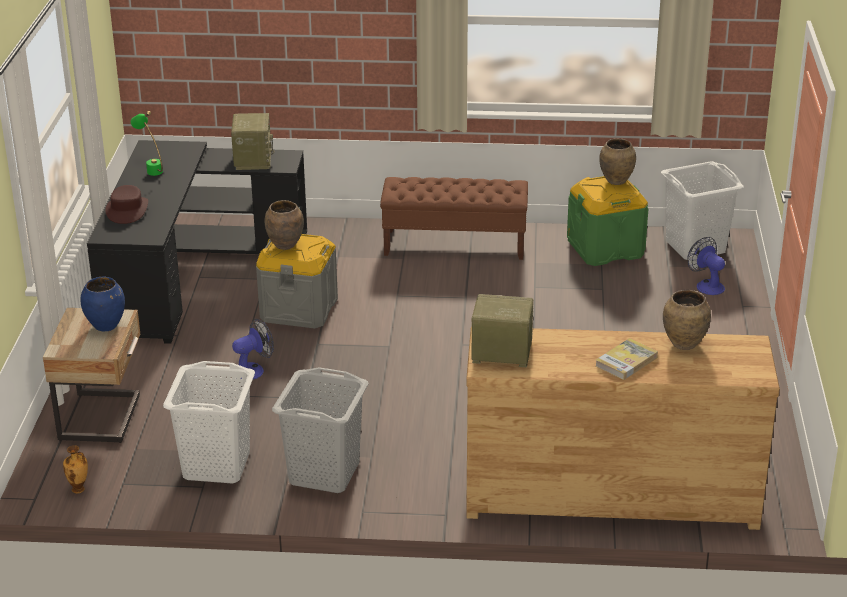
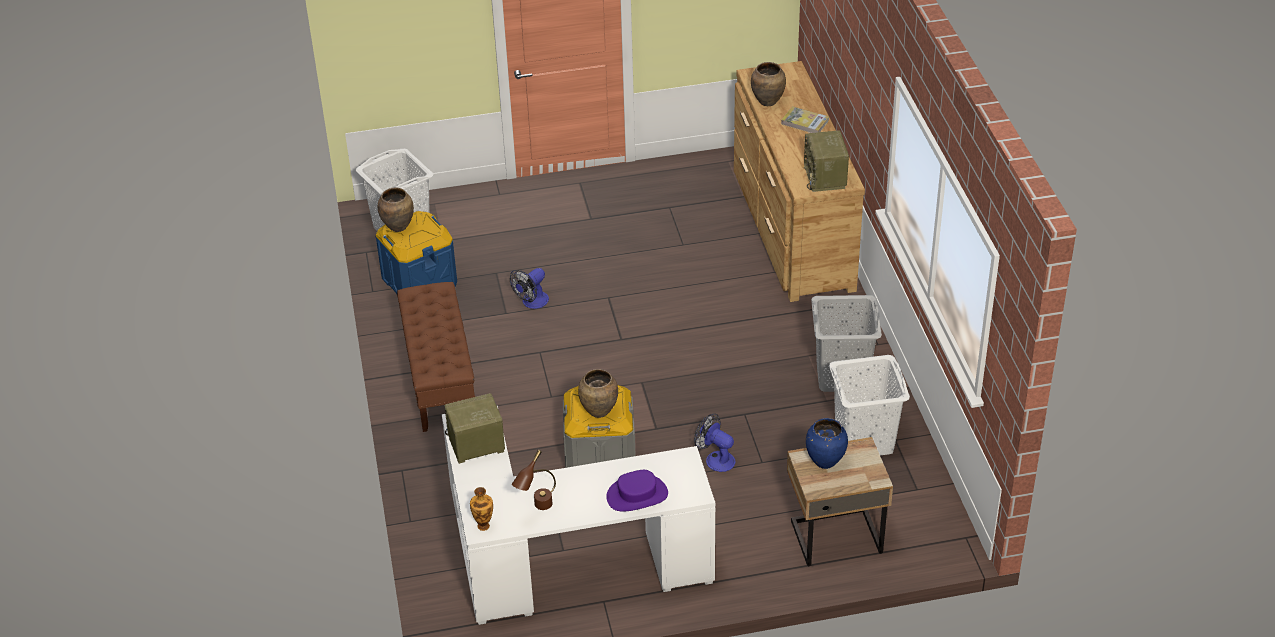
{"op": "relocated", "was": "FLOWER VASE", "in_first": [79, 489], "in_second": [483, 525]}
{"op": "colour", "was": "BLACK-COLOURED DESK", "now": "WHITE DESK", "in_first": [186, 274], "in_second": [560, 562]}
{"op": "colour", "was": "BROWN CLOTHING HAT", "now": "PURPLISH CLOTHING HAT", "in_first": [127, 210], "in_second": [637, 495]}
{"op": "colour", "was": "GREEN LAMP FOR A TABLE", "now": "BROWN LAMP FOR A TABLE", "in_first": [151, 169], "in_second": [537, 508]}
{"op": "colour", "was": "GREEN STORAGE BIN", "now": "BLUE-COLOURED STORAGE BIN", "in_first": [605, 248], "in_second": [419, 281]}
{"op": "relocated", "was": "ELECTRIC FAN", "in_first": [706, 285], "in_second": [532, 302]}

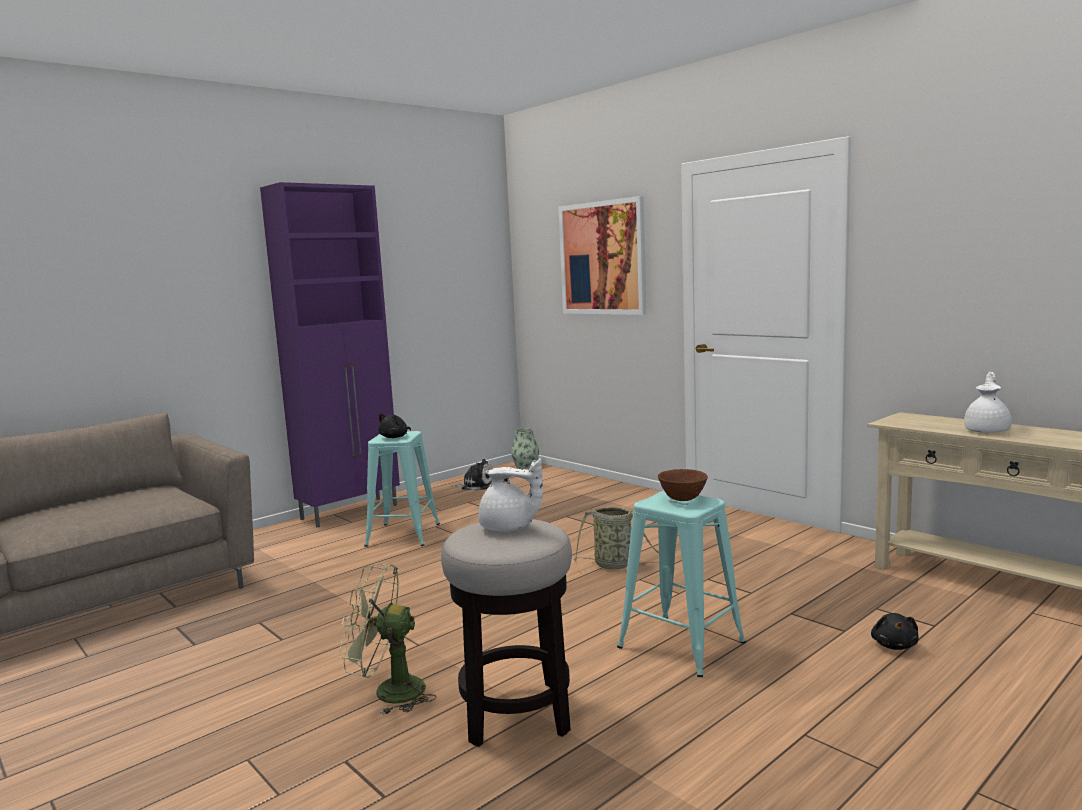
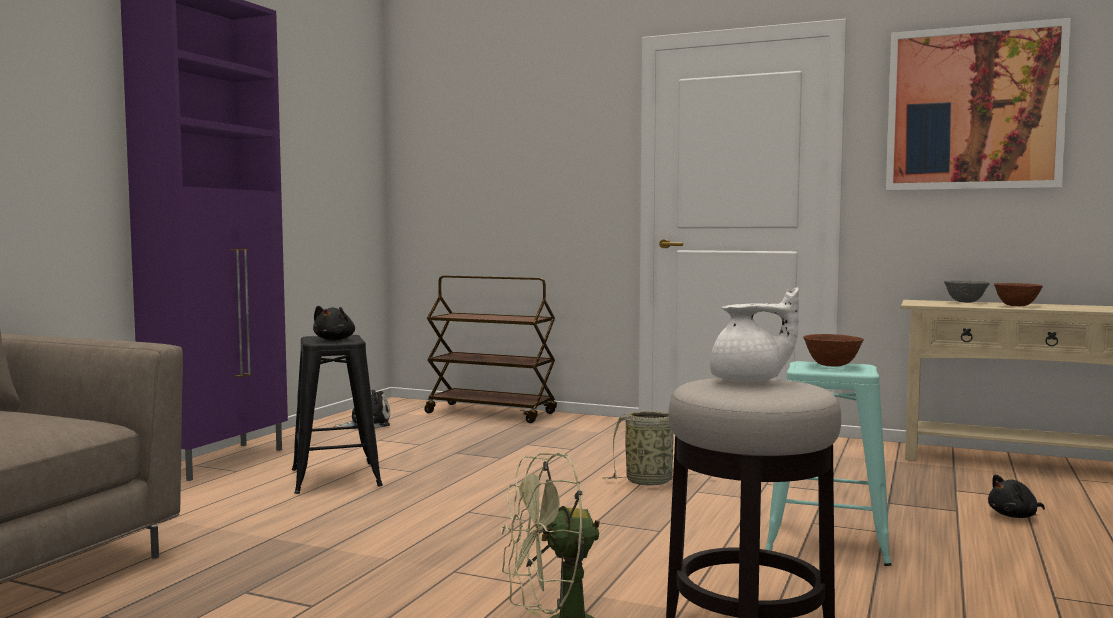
{"op": "colour", "was": "TURQUOISE SITTING STOOL", "now": "BLACK-COLOURED SITTING STOOL", "in_first": [403, 535], "in_second": [335, 477]}
{"op": "missing", "was": "FLOWER VASE", "in_first": [526, 467]}
{"op": "relocated", "was": "PICTURE", "in_first": [602, 258], "in_second": [973, 108]}
{"op": "spun", "was": "BLACK-COLOURED PLUSH TOY", "in_first": [894, 645], "in_second": [1015, 516], "clockwise": 90}
{"op": "exchanged", "was": "WHITE TEAPOT", "now": "BROWN BOWL", "in_first": [988, 431], "in_second": [1017, 306]}
{"op": "appeared", "now": "BROWN TROLLEY", "in_second": [491, 413]}
{"op": "appeared", "now": "GREY BOWL", "in_second": [966, 302]}

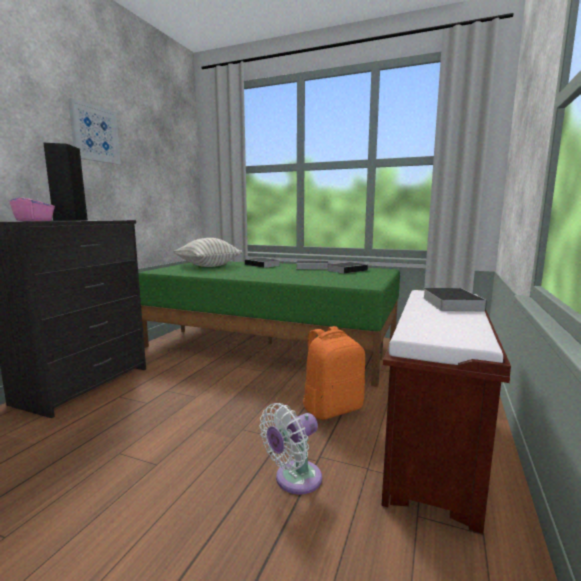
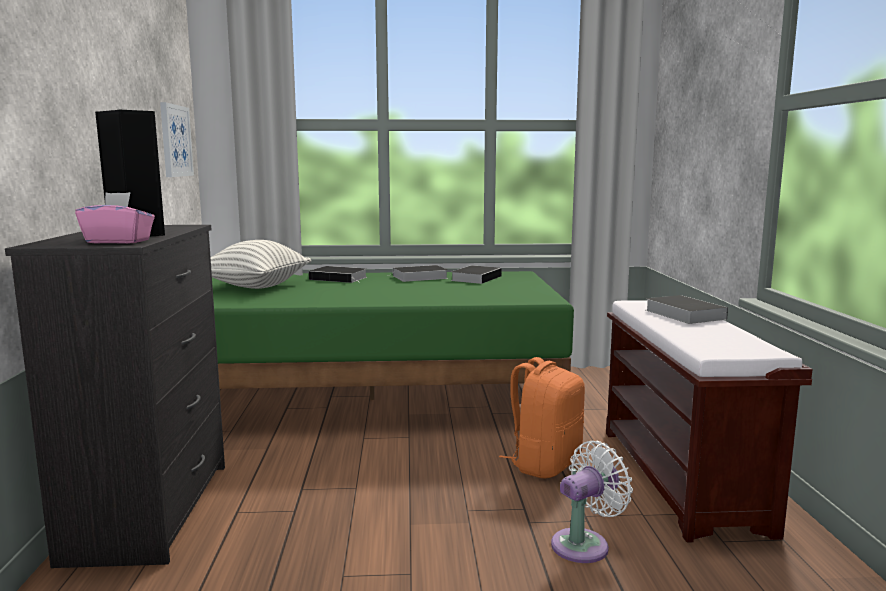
{"op": "relocated", "was": "PICTURE", "in_first": [94, 134], "in_second": [175, 141]}
{"op": "spun", "was": "WHITE ELECTRIC FAN", "in_first": [294, 480], "in_second": [584, 544], "clockwise": -150}

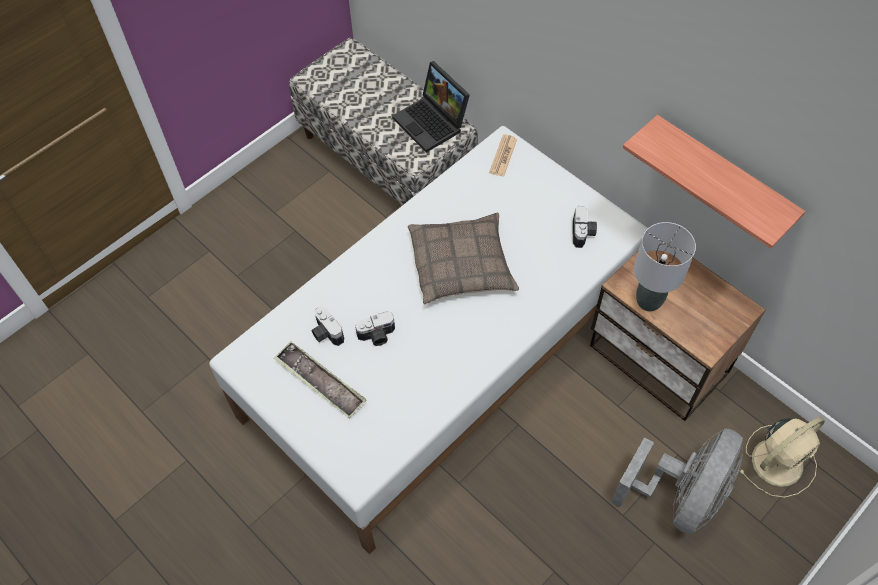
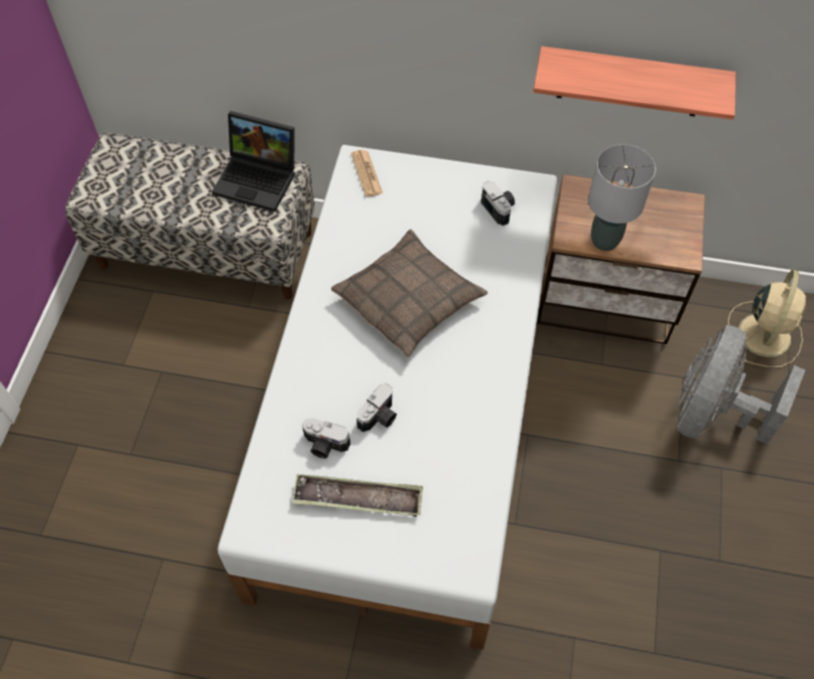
{"op": "spun", "was": "GREY ELECTRIC FAN", "in_first": [680, 495], "in_second": [711, 412], "clockwise": -150}

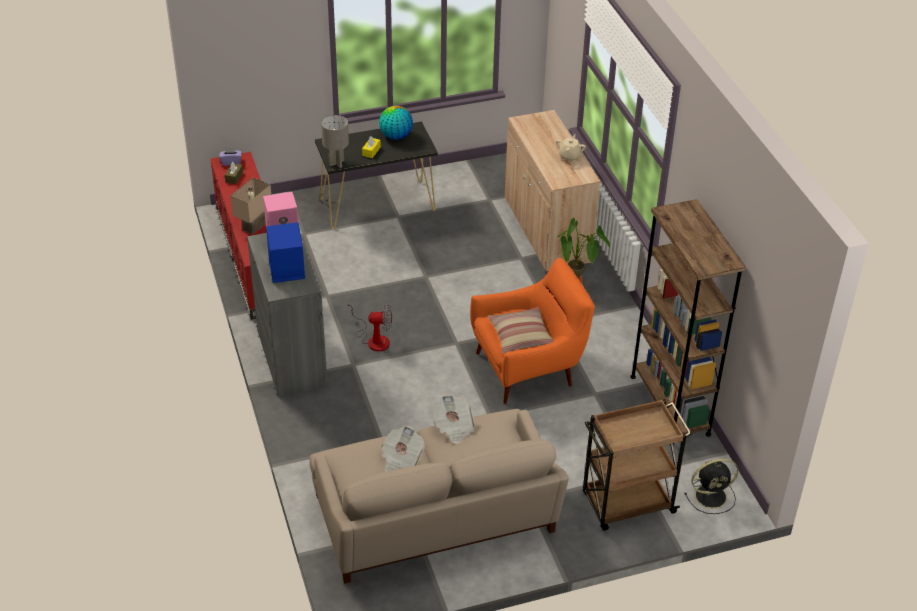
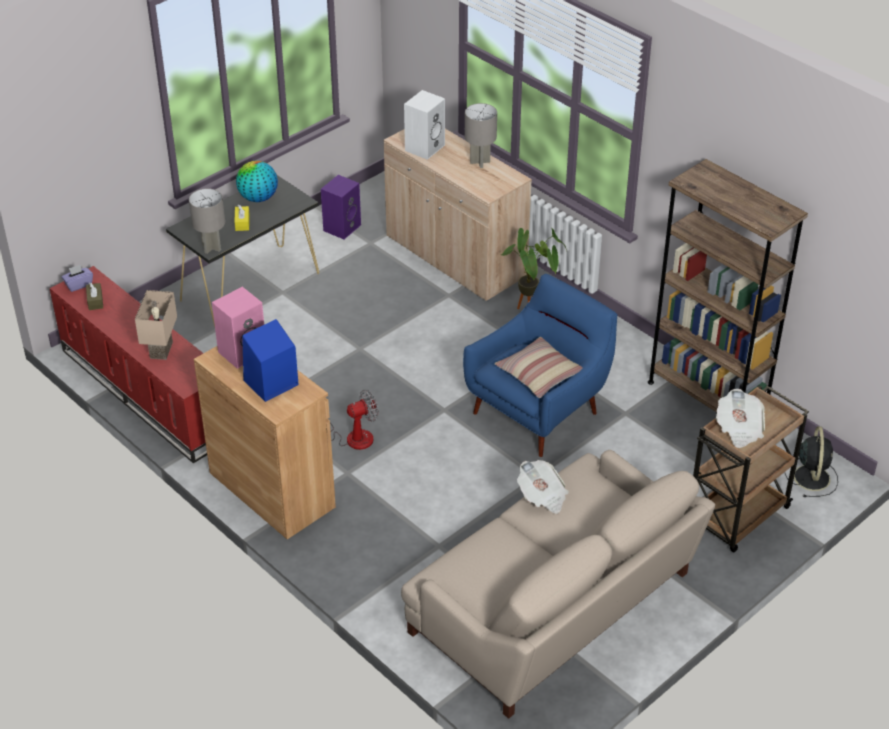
{"op": "colour", "was": "GREY CABINET", "now": "BROWN CABINET", "in_first": [291, 357], "in_second": [272, 490]}
{"op": "relocated", "was": "PRINTED PAPER", "in_first": [401, 460], "in_second": [739, 429]}
{"op": "colour", "was": "ORANGE LOUNGE CHAIR", "now": "BLUE-COLOURED LOUNGE CHAIR", "in_first": [528, 368], "in_second": [539, 410]}
{"op": "exchanged", "was": "SAND-COLOURED TEAPOT", "now": "GREY LAMP FOR A TABLE", "in_first": [569, 156], "in_second": [480, 162]}
{"op": "spun", "was": "BLACK-COLOURED ELECTRIC FAN", "in_first": [712, 496], "in_second": [811, 476], "clockwise": -45}
{"op": "appeared", "now": "PURPLISH AUDIO SPEAKER", "in_second": [342, 227]}
{"op": "appeared", "now": "WHITE AUDIO SPEAKER", "in_second": [424, 147]}

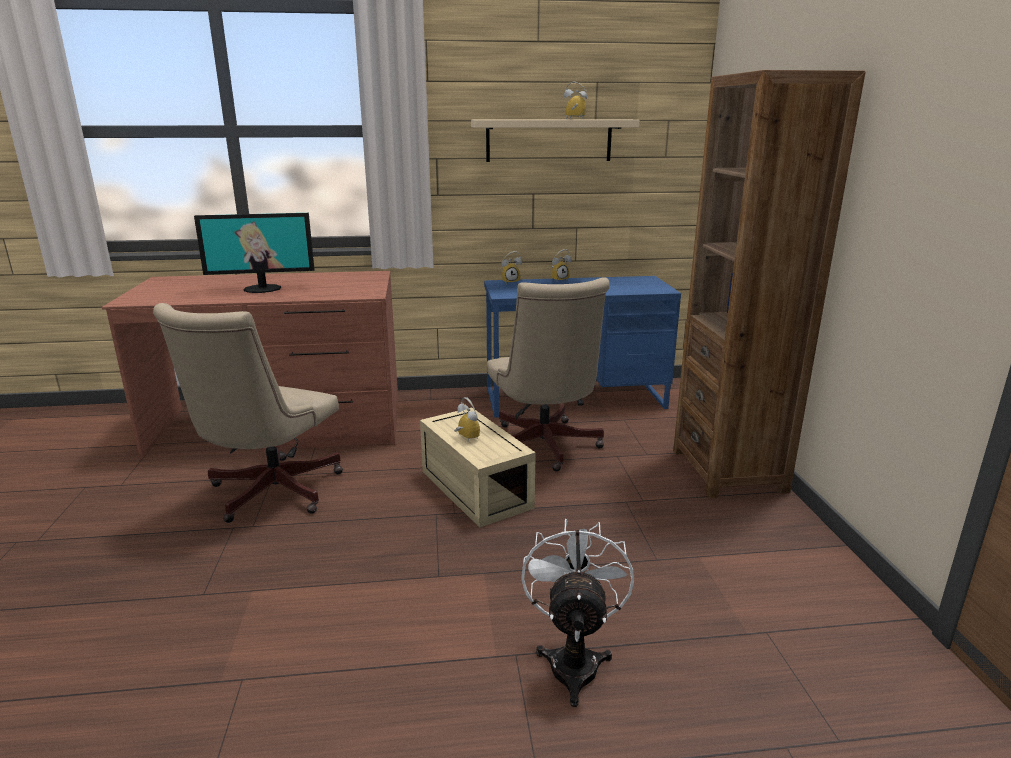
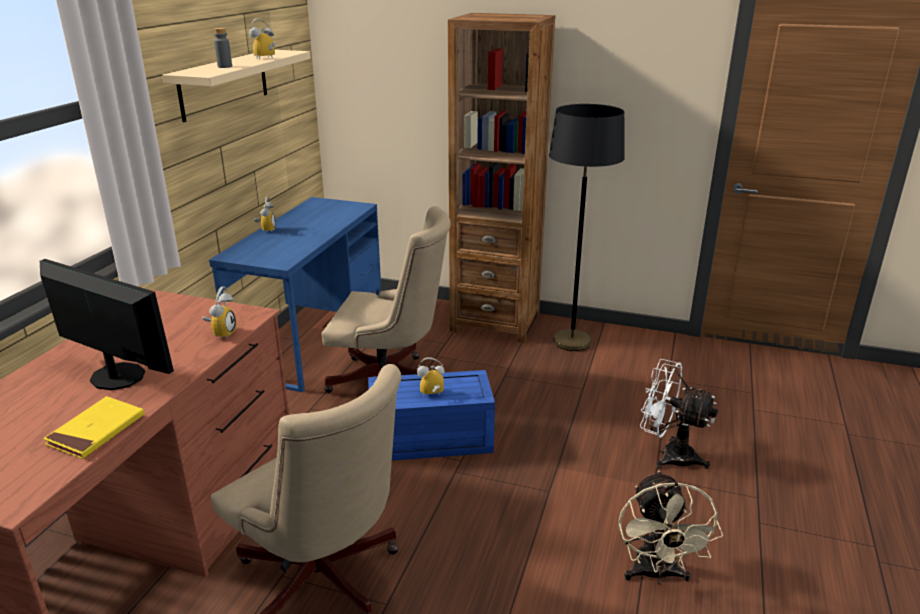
{"op": "spun", "was": "MONITOR", "in_first": [262, 288], "in_second": [116, 377], "clockwise": -75}
{"op": "colour", "was": "SAND-COLOURED STORAGE BIN", "now": "BLUE-COLOURED STORAGE BIN", "in_first": [473, 489], "in_second": [429, 440]}
{"op": "relocated", "was": "TABLE CLOCK", "in_first": [510, 282], "in_second": [221, 333]}
{"op": "appeared", "now": "YELLOWISH BOOK", "in_second": [96, 431]}
{"op": "appeared", "now": "GREY BEVERAGE BOTTLE", "in_second": [225, 66]}
{"op": "appeared", "now": "BLACK-COLOURED FLOOR LAMP", "in_second": [572, 341]}
{"op": "appeared", "now": "SAND-COLOURED ELECTRIC FAN", "in_second": [655, 574]}

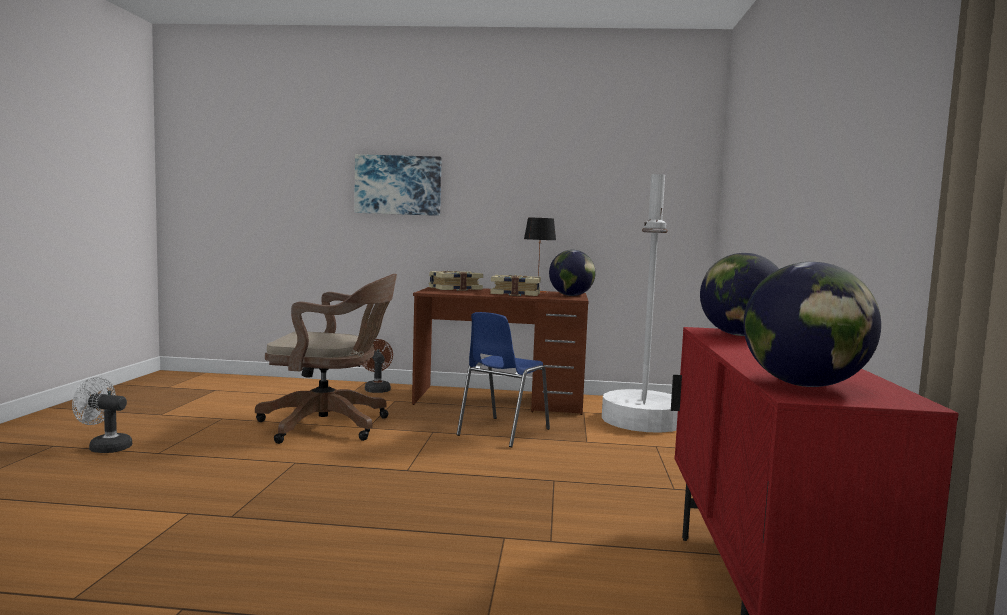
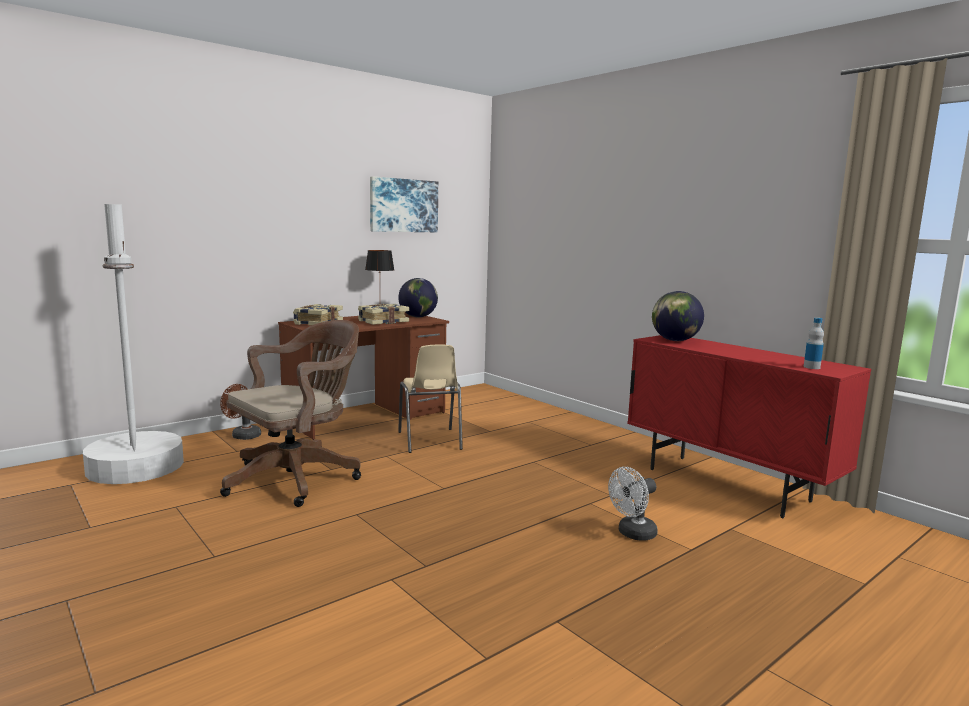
{"op": "relocated", "was": "WHITE ELECTRIC FAN", "in_first": [105, 447], "in_second": [632, 534]}
{"op": "relocated", "was": "PICTURE", "in_first": [398, 185], "in_second": [403, 205]}
{"op": "colour", "was": "BLUE-COLOURED PLAIN CHAIR", "now": "SAND-COLOURED PLAIN CHAIR", "in_first": [502, 432], "in_second": [429, 441]}
{"op": "relocated", "was": "WHITE FLOOR LAMP", "in_first": [643, 421], "in_second": [136, 467]}
{"op": "exchanged", "was": "DESK GLOBE", "now": "BEVERAGE BOTTLE", "in_first": [805, 385], "in_second": [811, 367]}

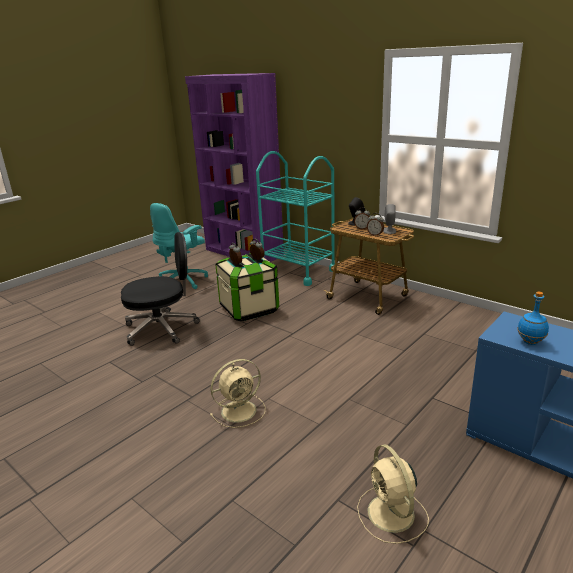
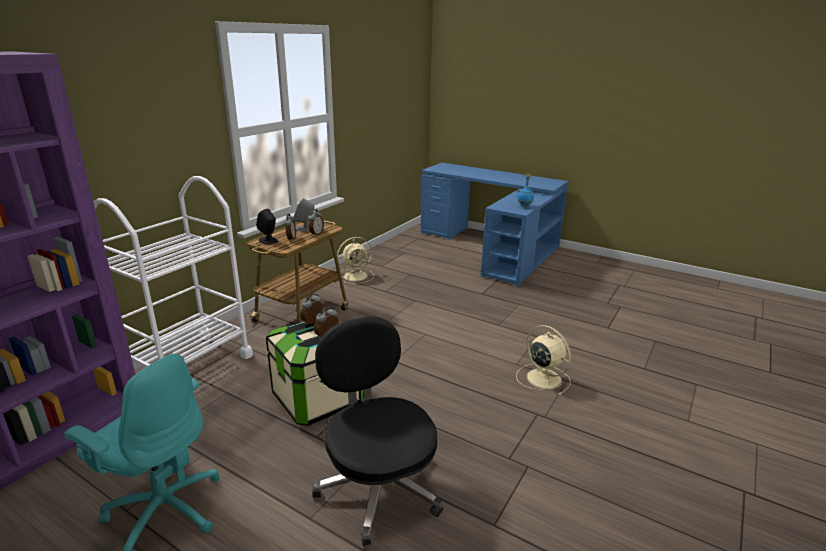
{"op": "colour", "was": "TURQUOISE TROLLEY", "now": "WHITE TROLLEY", "in_first": [298, 271], "in_second": [189, 366]}
{"op": "relocated", "was": "SAND-COLOURED ELECTRIC FAN", "in_first": [392, 515], "in_second": [356, 276]}

